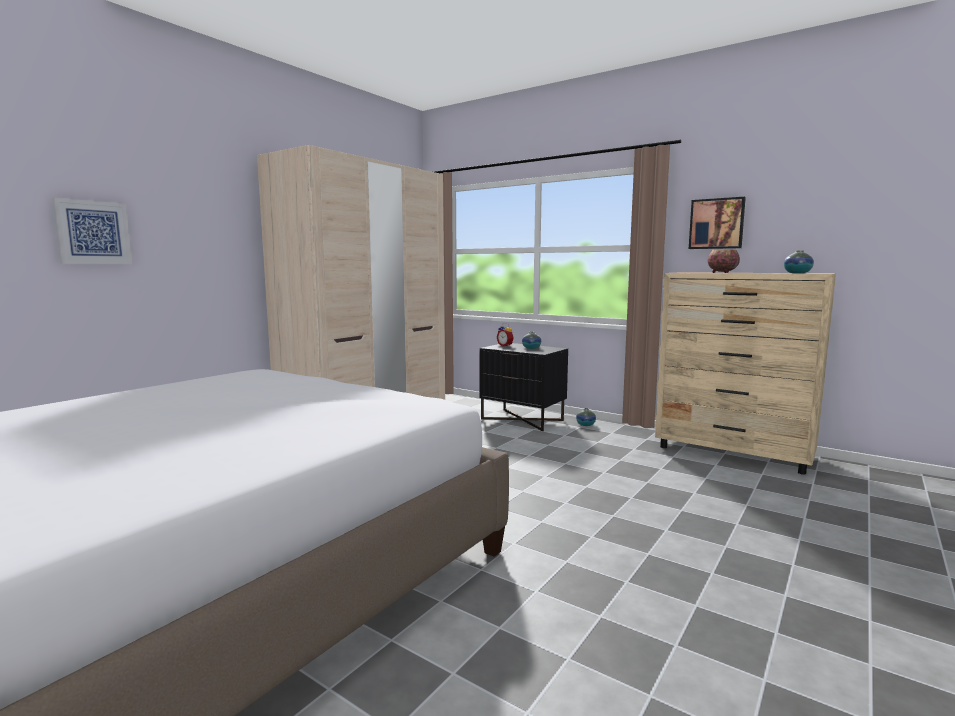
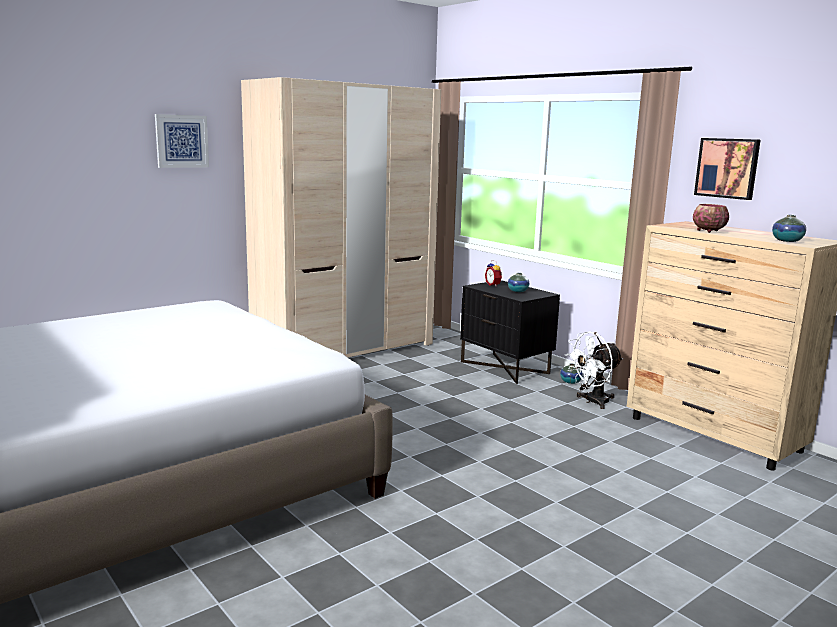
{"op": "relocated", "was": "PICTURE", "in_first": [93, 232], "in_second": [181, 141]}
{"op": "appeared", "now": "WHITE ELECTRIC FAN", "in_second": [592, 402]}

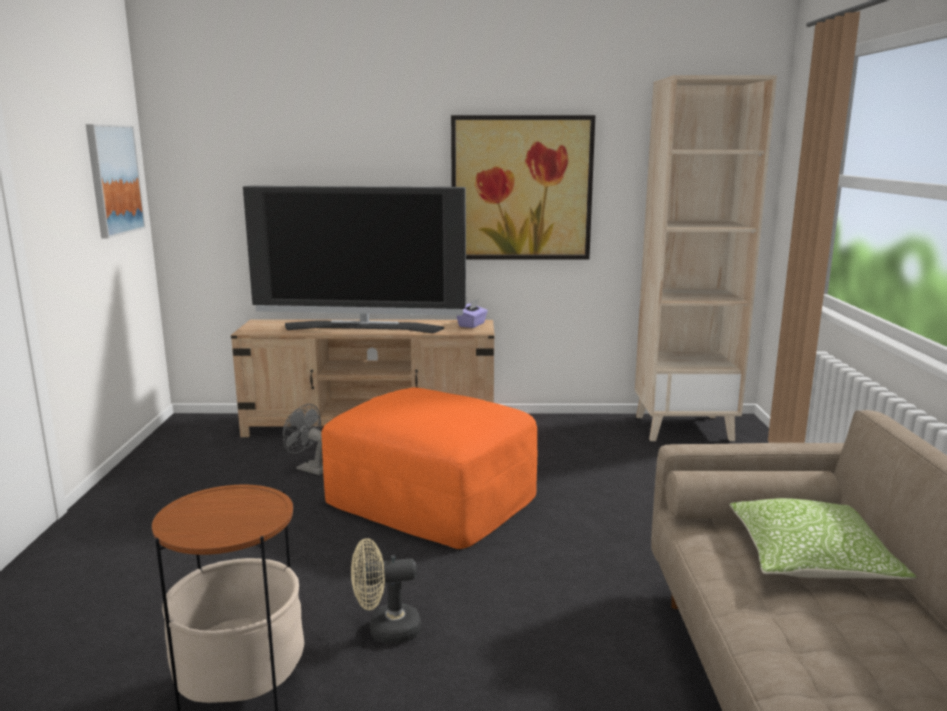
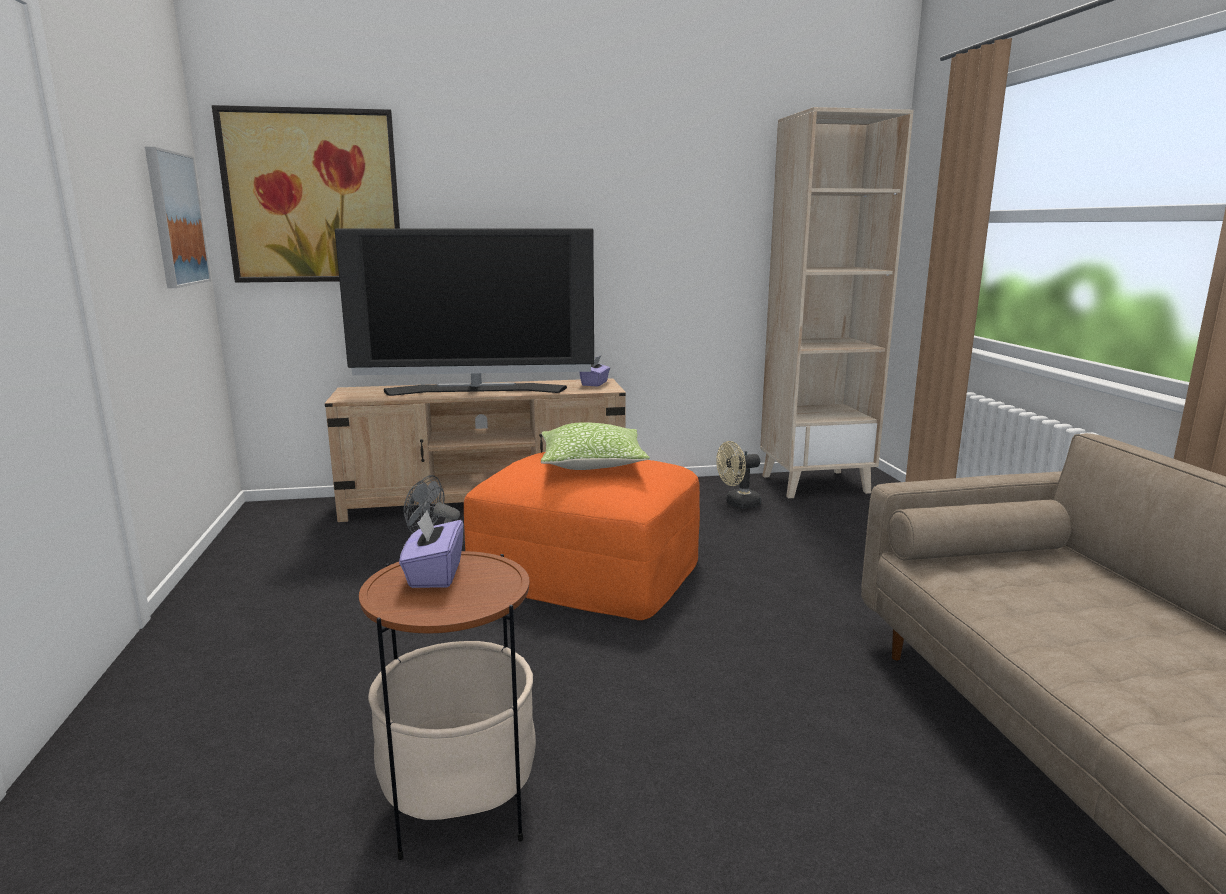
{"op": "relocated", "was": "SAND-COLOURED ELECTRIC FAN", "in_first": [386, 630], "in_second": [738, 504]}
{"op": "relocated", "was": "PICTURE", "in_first": [521, 188], "in_second": [313, 197]}
{"op": "relocated", "was": "CUSHION", "in_first": [809, 559], "in_second": [592, 463]}
{"op": "appeared", "now": "PURPLISH TISSUE BOX", "in_second": [434, 574]}

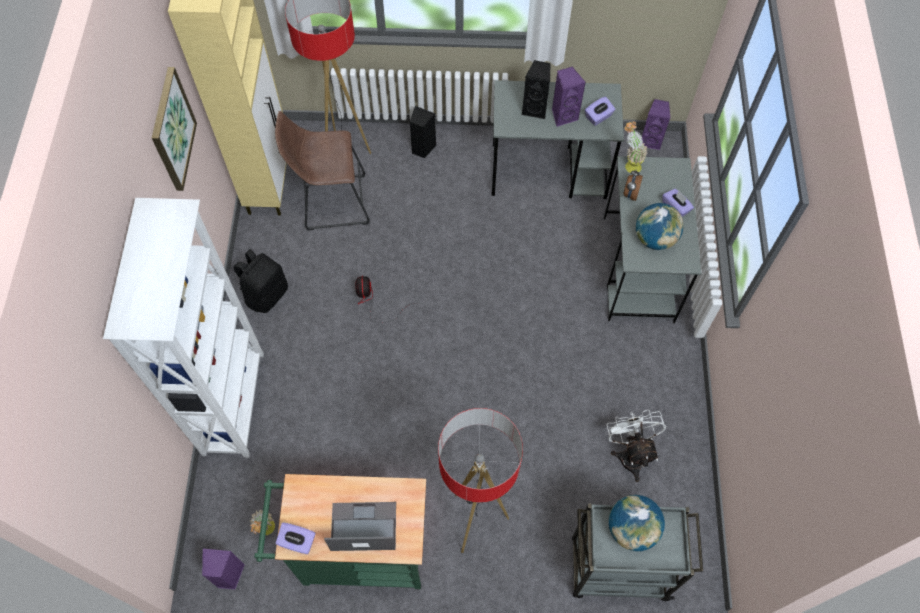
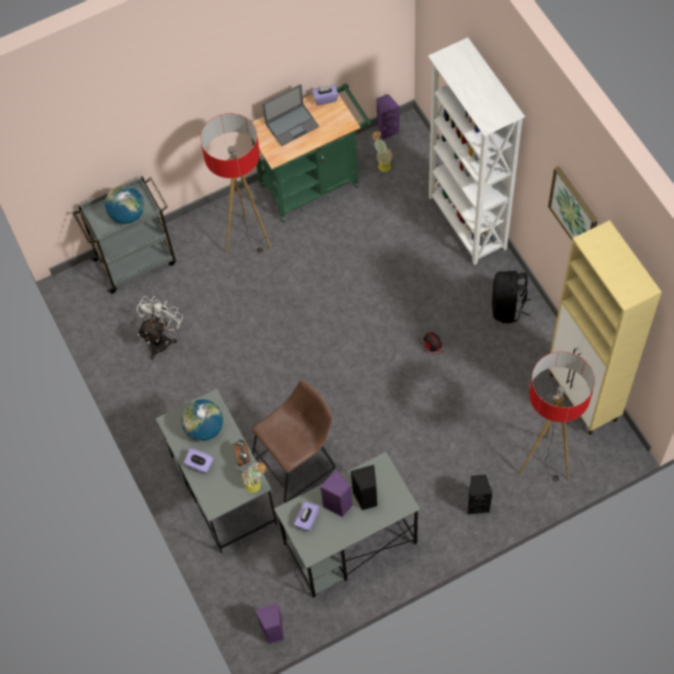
{"op": "relocated", "was": "BROWN SITTING STOOL", "in_first": [331, 202], "in_second": [298, 462]}
{"op": "spun", "was": "WHITE ELECTRIC FAN", "in_first": [630, 453], "in_second": [161, 339], "clockwise": -120}

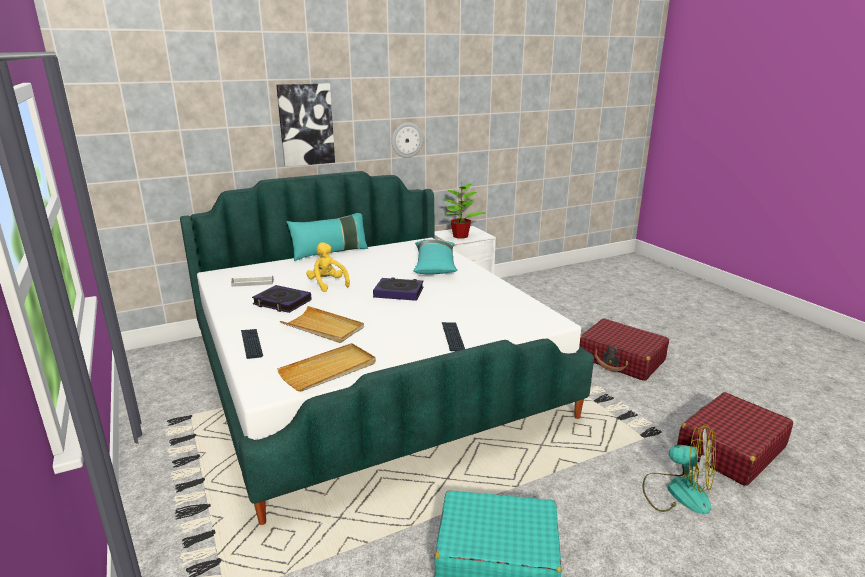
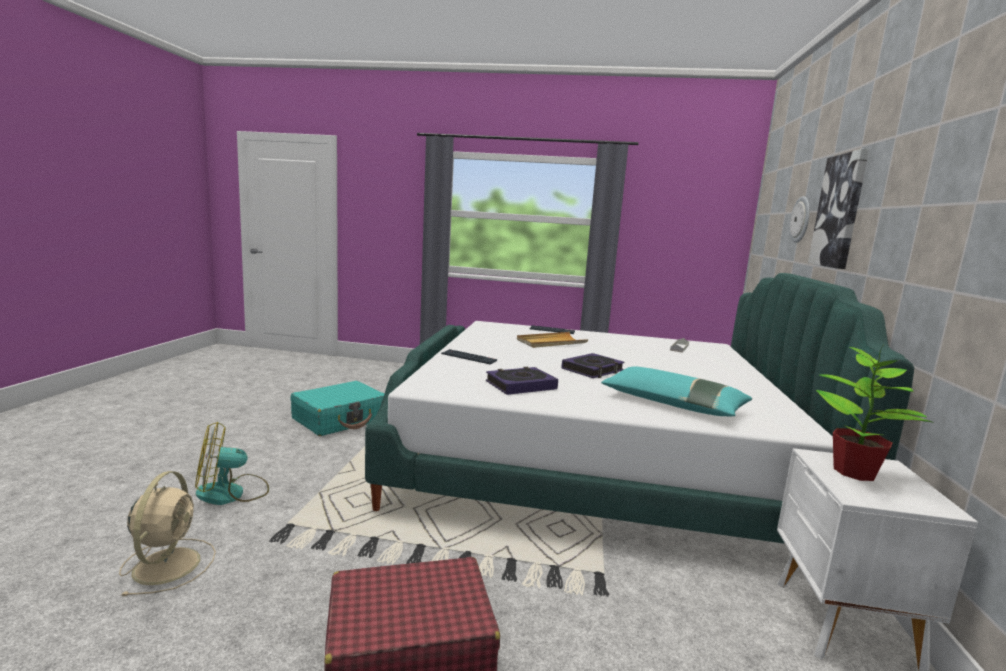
{"op": "relocated", "was": "BOOK", "in_first": [282, 302], "in_second": [520, 385]}
{"op": "missing", "was": "SAND-COLOURED TRAY", "in_first": [329, 370]}
{"op": "missing", "was": "TURQUOISE CUSHION", "in_first": [330, 253]}
{"op": "missing", "was": "YELLOWISH PLUSH TOY", "in_first": [327, 284]}
{"op": "relocated", "was": "HANGING CLOCK", "in_first": [407, 140], "in_second": [801, 219]}
{"op": "exchanged", "was": "REDDISH PIECE OF LUGGAGE", "now": "SAND-COLOURED ELECTRIC FAN", "in_first": [730, 449], "in_second": [168, 564]}

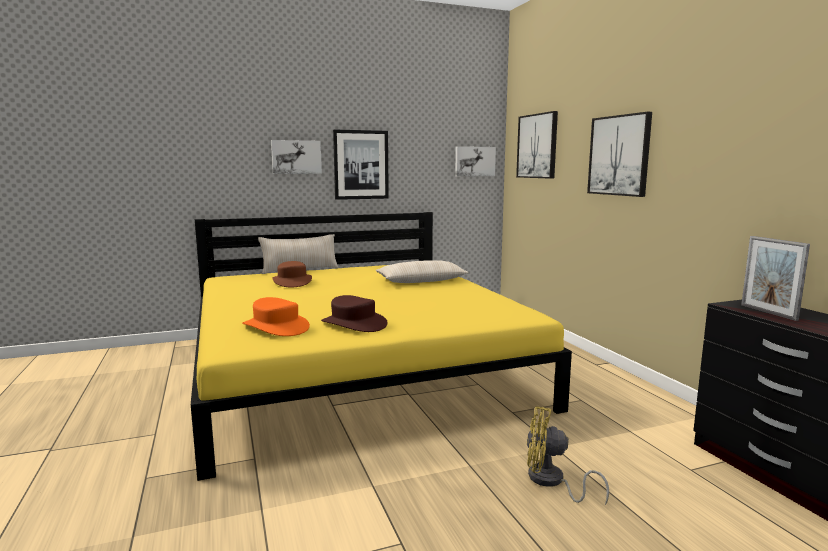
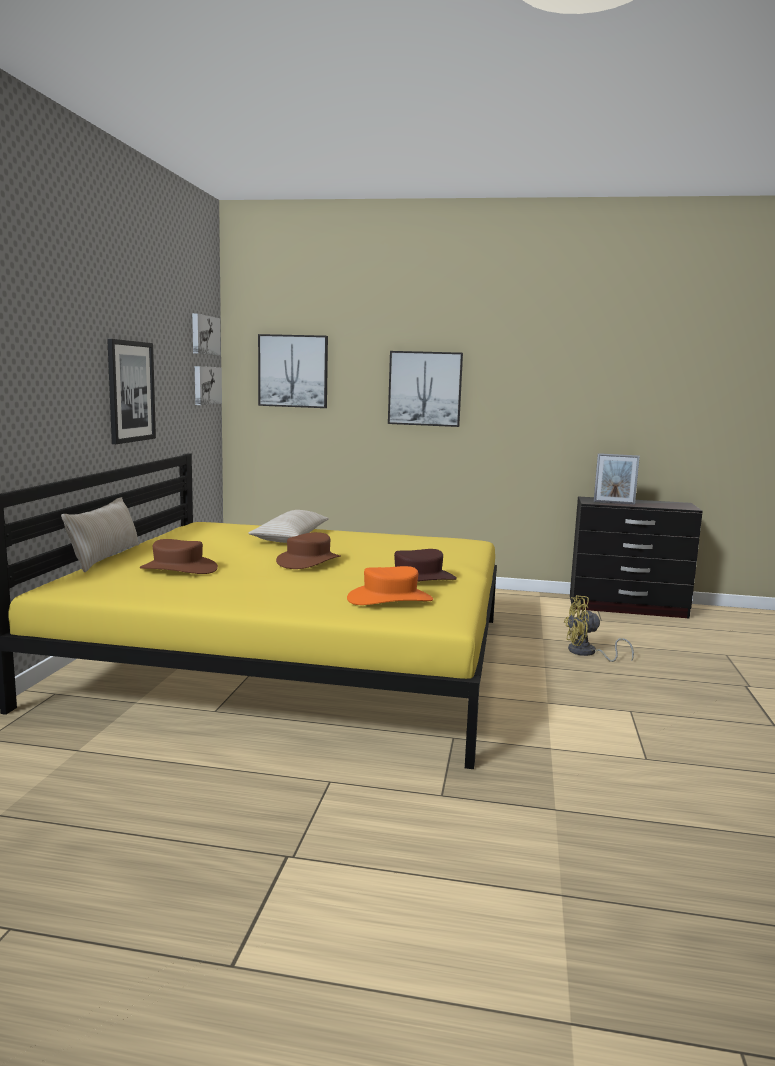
{"op": "relocated", "was": "PICTURE", "in_first": [296, 157], "in_second": [204, 335]}
{"op": "spun", "was": "YELLOWISH ELECTRIC FAN", "in_first": [551, 482], "in_second": [587, 653], "clockwise": 45}
{"op": "appeared", "now": "BROWN CLOTHING HAT", "in_second": [308, 561]}

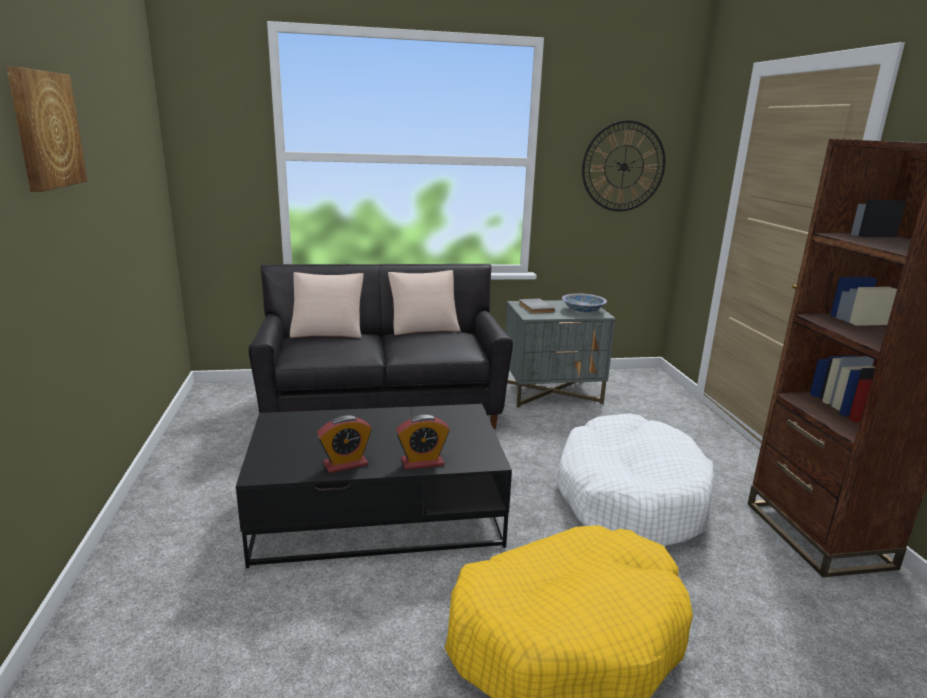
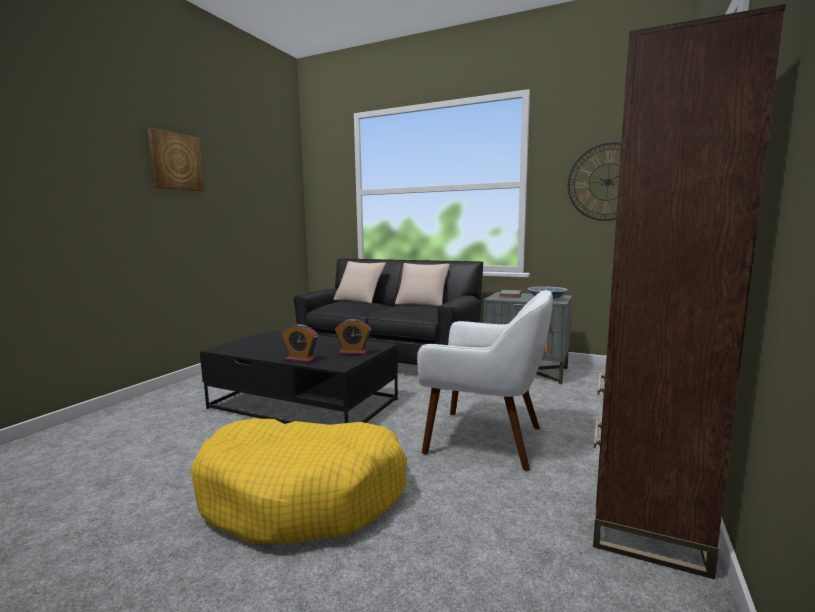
{"op": "relocated", "was": "TABLE CLOCK", "in_first": [345, 464], "in_second": [353, 352]}
{"op": "exchanged", "was": "WHITE PET BED", "now": "WHITE LOUNGE CHAIR", "in_first": [629, 498], "in_second": [486, 440]}

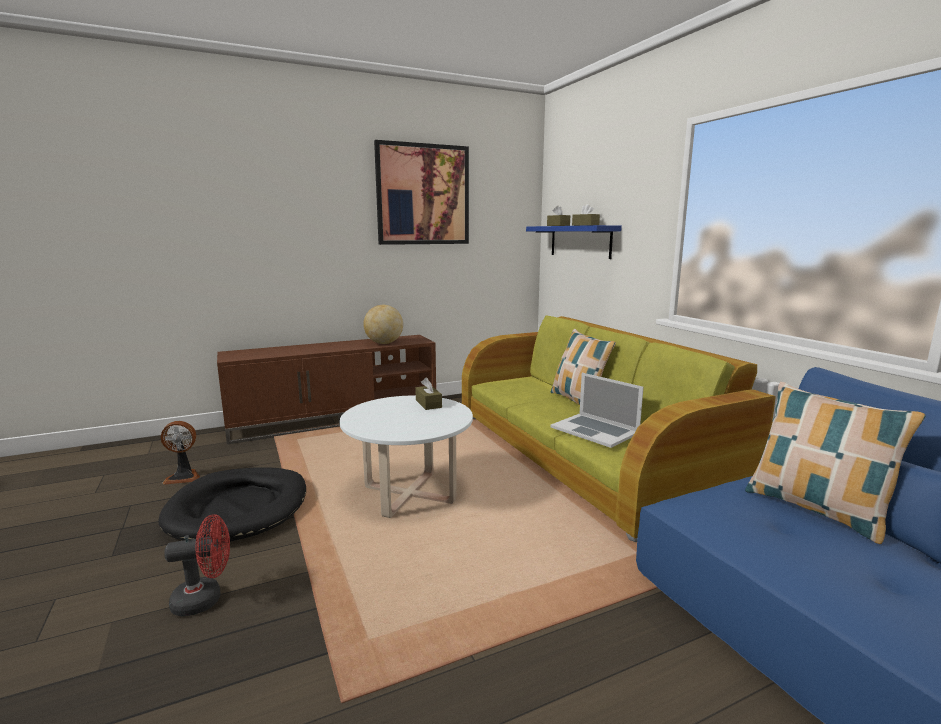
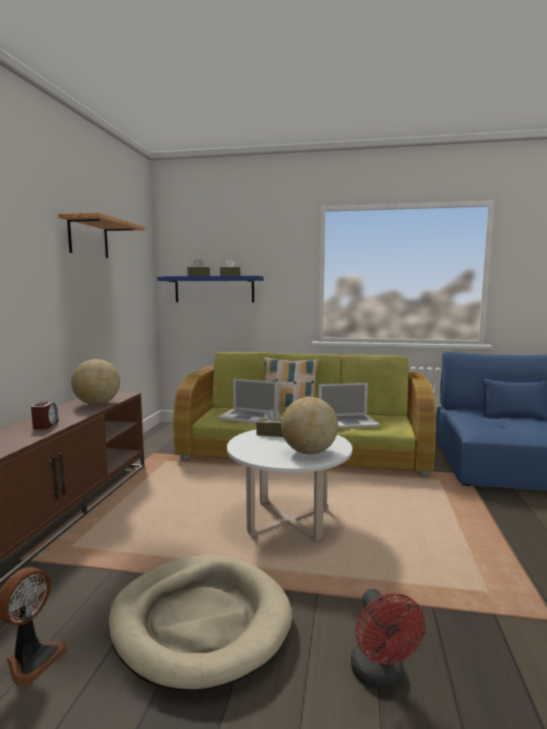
{"op": "colour", "was": "BLACK-COLOURED PET BED", "now": "SAND-COLOURED PET BED", "in_first": [239, 508], "in_second": [200, 622]}
{"op": "spun", "was": "REDDISH ELECTRIC FAN", "in_first": [205, 599], "in_second": [381, 677], "clockwise": 150}
{"op": "exchanged", "was": "PICTURE", "now": "WALL SHELF", "in_first": [423, 195], "in_second": [88, 238]}
{"op": "missing", "was": "CUSHION", "in_first": [816, 510]}
{"op": "appeared", "now": "TABLE CLOCK", "in_second": [45, 425]}
{"op": "appeared", "now": "PORTABLE COMPUTER", "in_second": [248, 416]}
{"op": "appeared", "now": "DESK GLOBE", "in_second": [309, 452]}

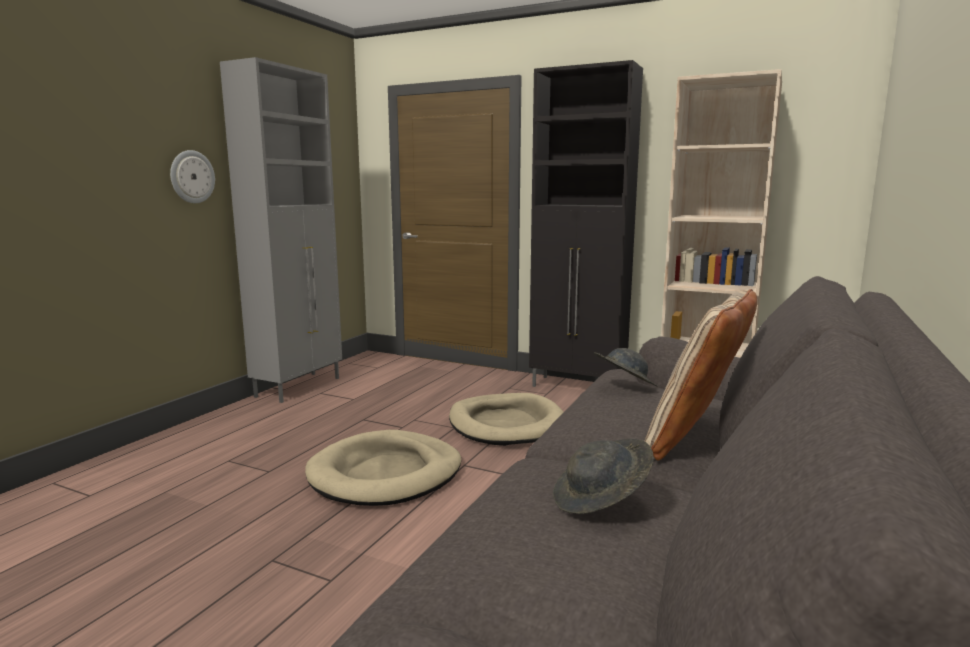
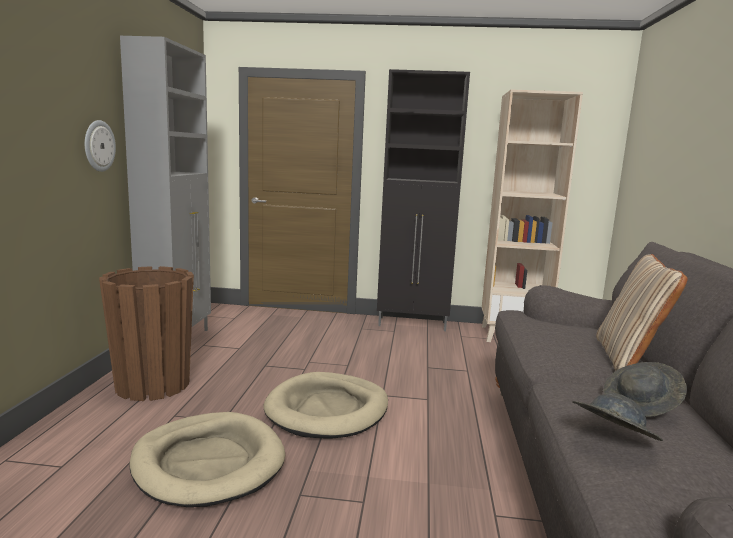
{"op": "relocated", "was": "SAND-COLOURED PET BED", "in_first": [506, 424], "in_second": [208, 463]}
{"op": "relocated", "was": "GREY CLOTHING HAT", "in_first": [623, 385], "in_second": [611, 438]}
{"op": "appeared", "now": "BROWN FLOWER POT", "in_second": [152, 385]}

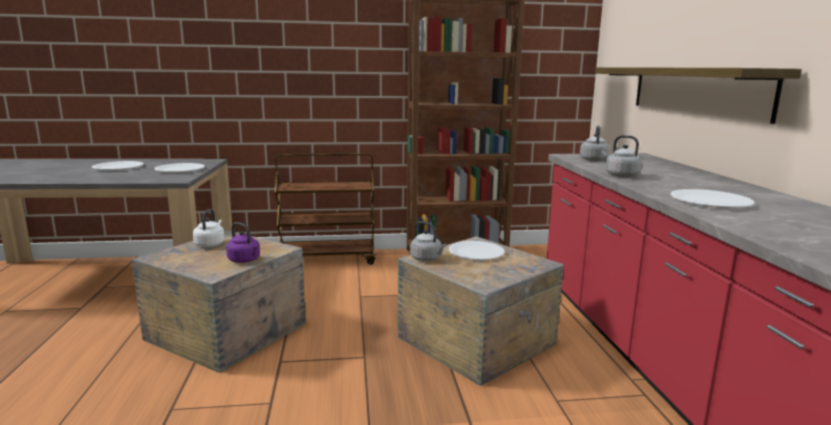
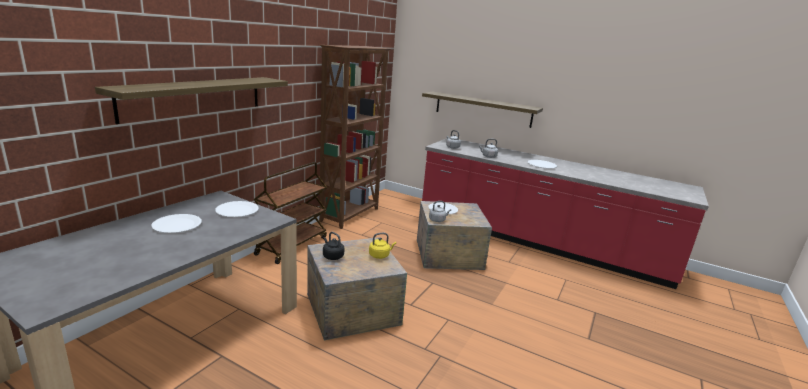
{"op": "colour", "was": "WHITE TEA KETTLE", "now": "BLACK-COLOURED TEA KETTLE", "in_first": [210, 244], "in_second": [332, 256]}
{"op": "colour", "was": "PURPLISH TEA KETTLE", "now": "YELLOWISH TEA KETTLE", "in_first": [245, 260], "in_second": [380, 255]}
{"op": "appeared", "now": "WALL SHELF", "in_second": [195, 97]}

